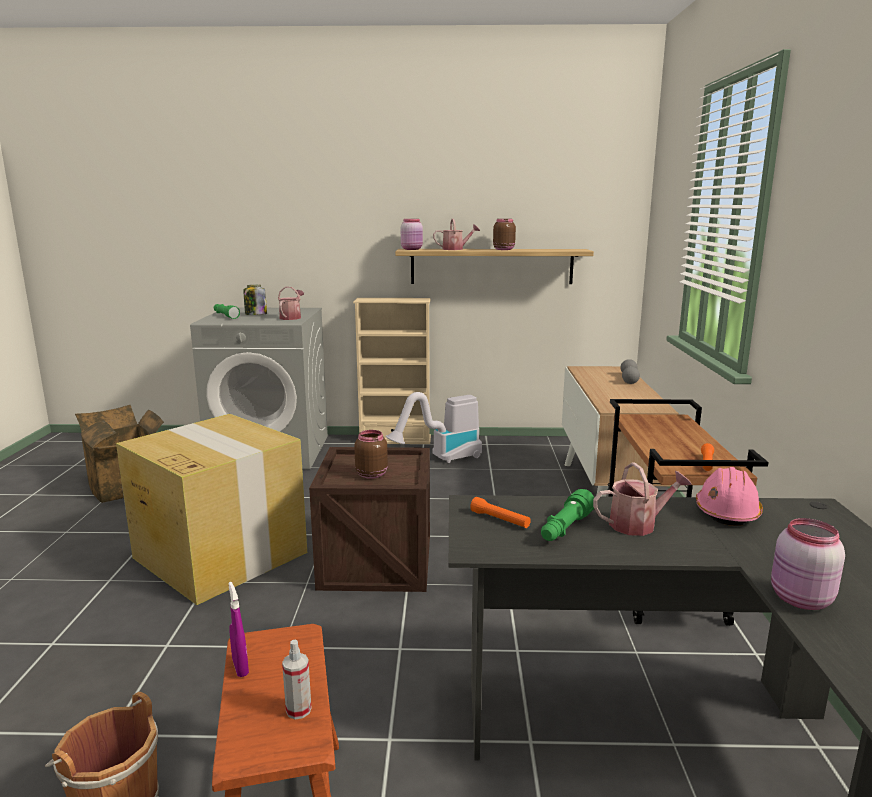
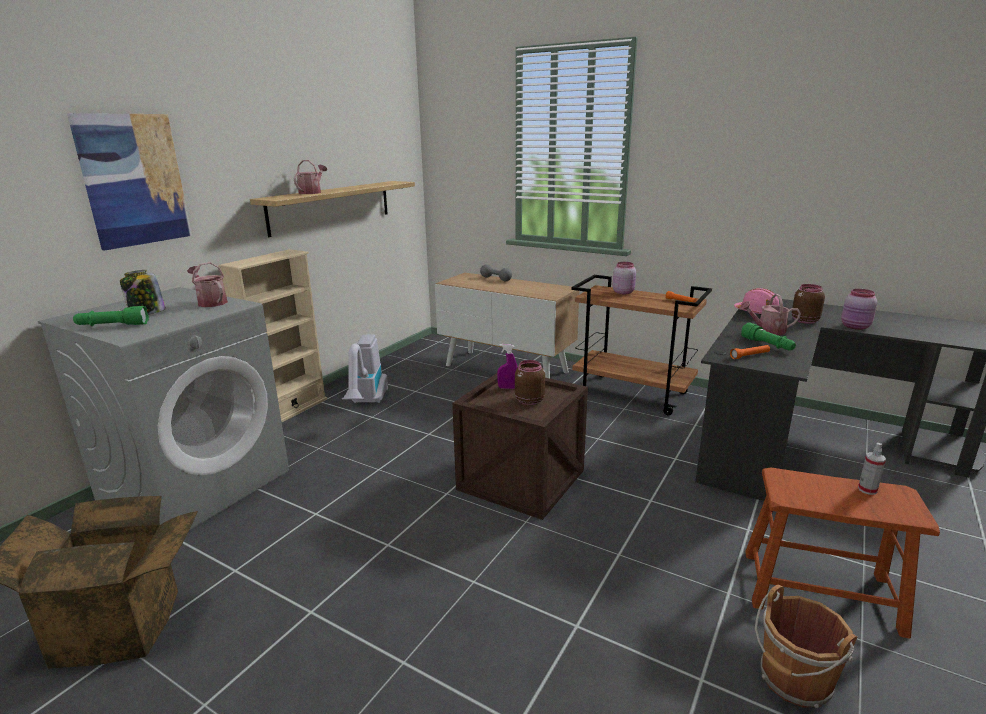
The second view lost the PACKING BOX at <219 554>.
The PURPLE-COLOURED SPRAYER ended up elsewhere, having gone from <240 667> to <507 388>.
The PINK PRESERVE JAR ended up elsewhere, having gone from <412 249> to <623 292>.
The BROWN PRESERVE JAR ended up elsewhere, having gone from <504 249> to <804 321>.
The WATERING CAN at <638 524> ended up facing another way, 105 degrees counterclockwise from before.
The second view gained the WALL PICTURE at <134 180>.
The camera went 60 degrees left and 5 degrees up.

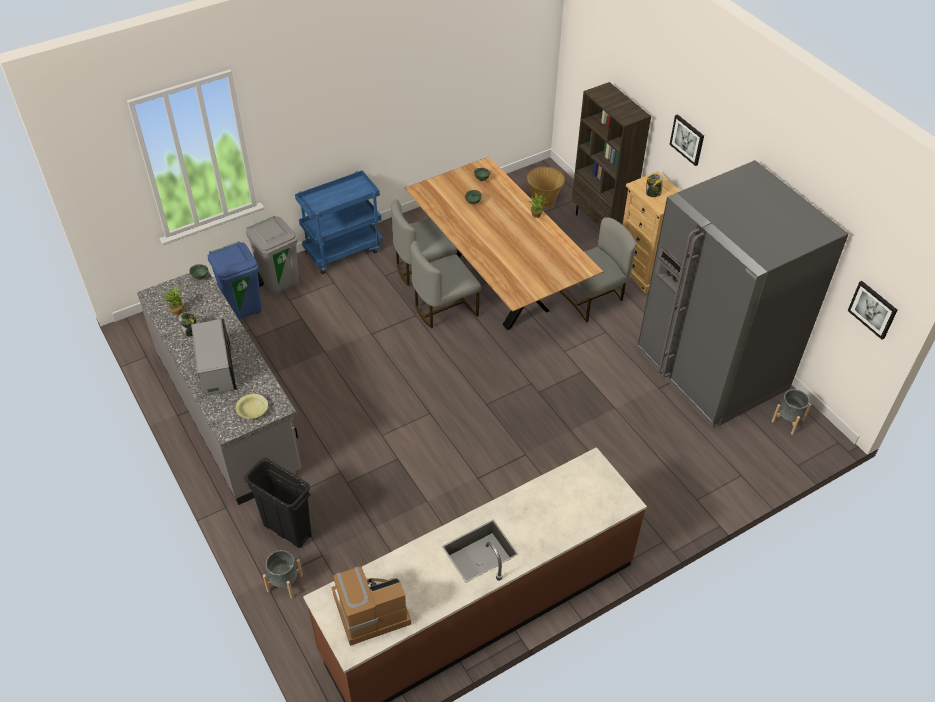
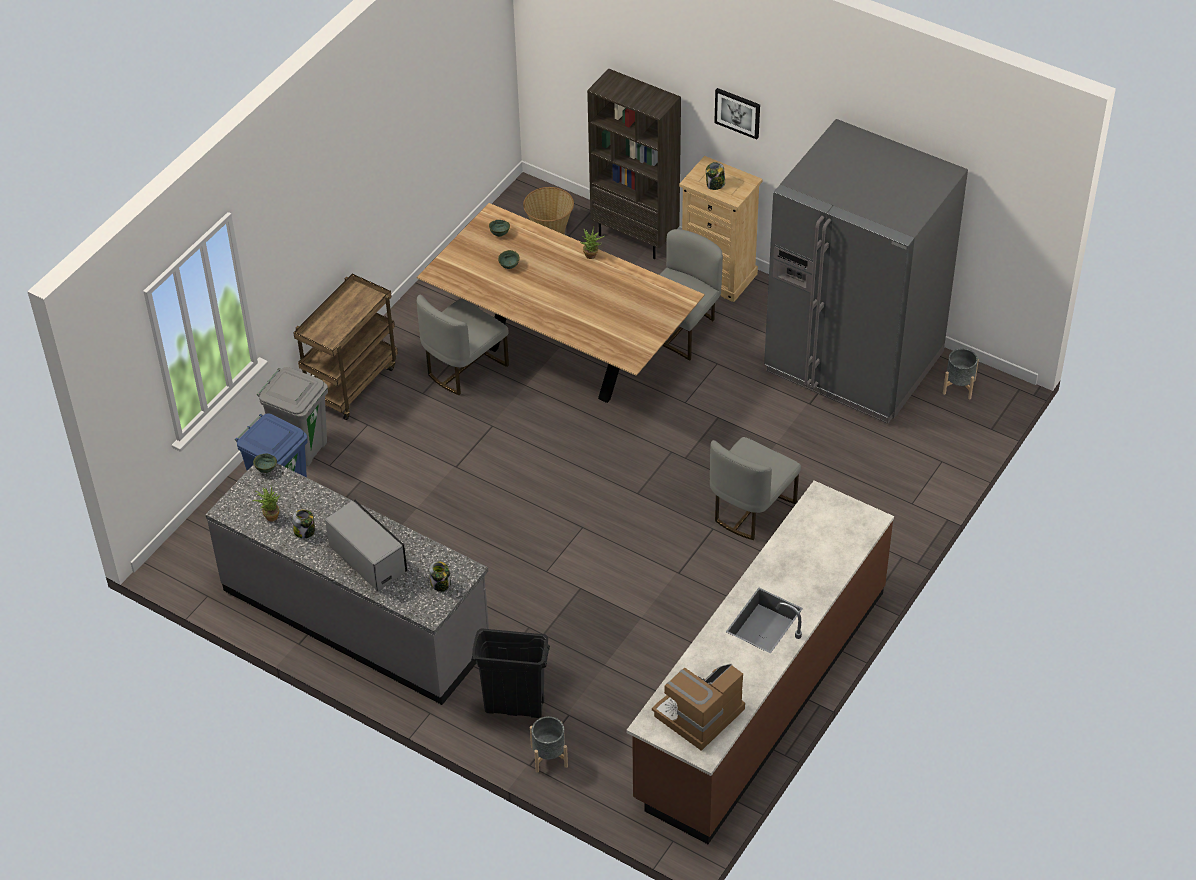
Where the YELLOW BOWL stood at <252 410>, the PRESERVE JAR came to stand at <441 584>.
What was the BLUISH CART at <343 251> turned into the BROWN CART at <351 382>.
The GREY PLAIN CHAIR ended up elsewhere, having gone from <444 309> to <750 509>.
The second view lost the WALL PICTURE at <873 309>.
The camera went 25 degrees left and 0 degrees up.

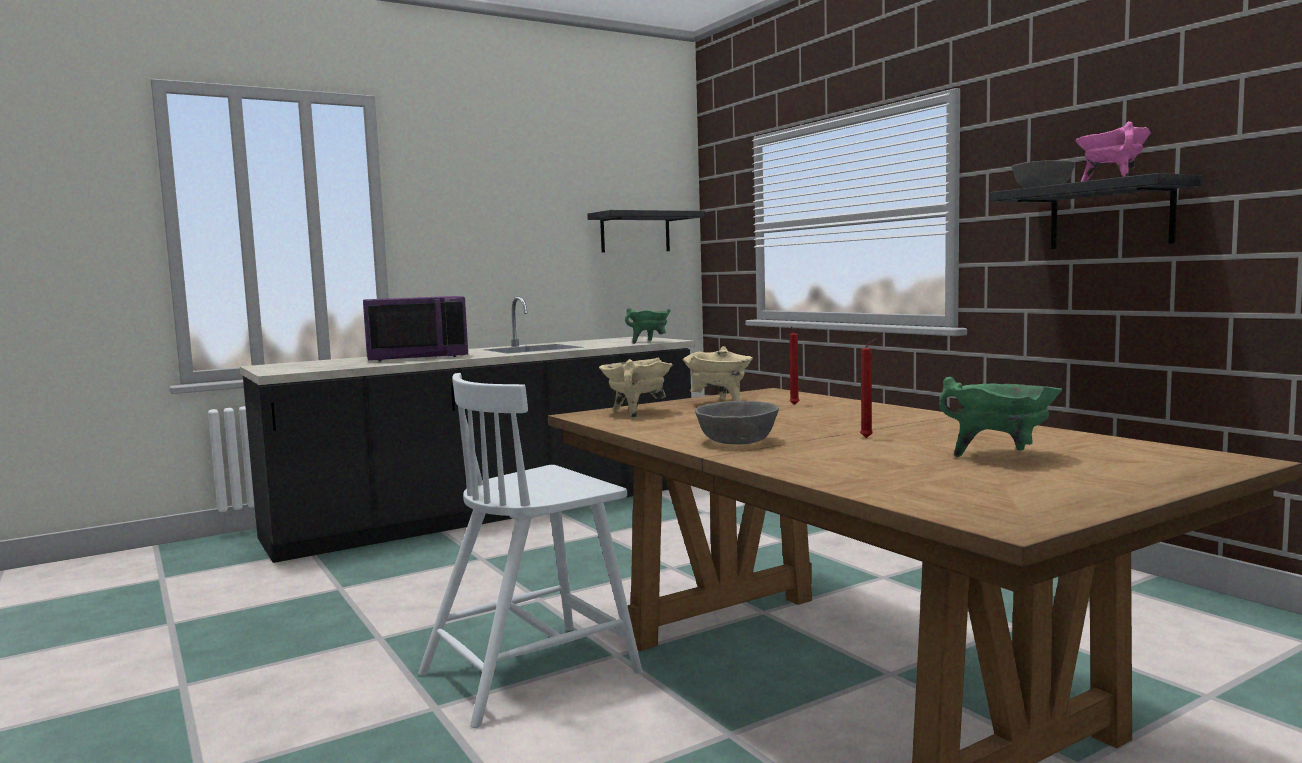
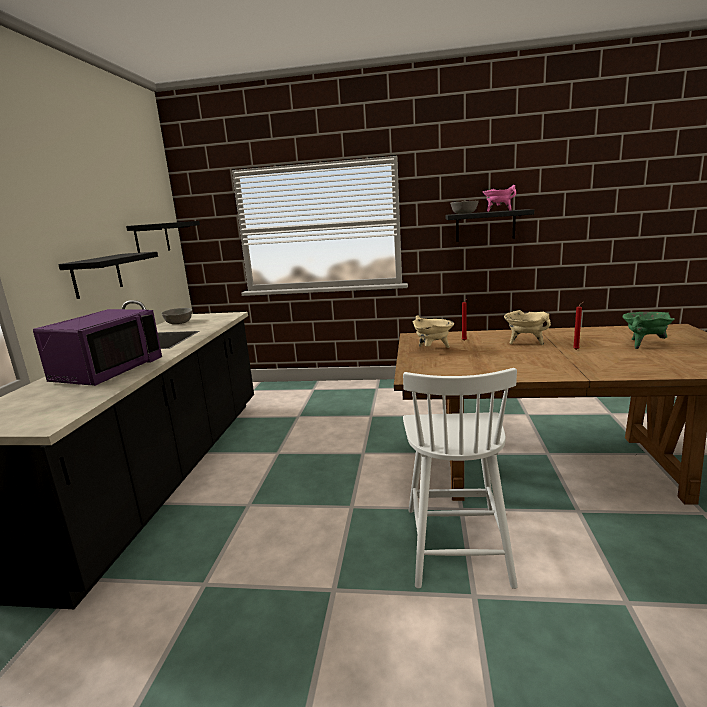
The BEIGE COOKING POT ended up elsewhere, having gone from <636 413> to <525 342>.
The second view lost the GREEN COOKING POT at <649 342>.
The GREY BOWL ended up elsewhere, having gone from <737 441> to <179 323>.
The second view gained the BLACKISH SHELF at <97 275>.
The camera went 50 degrees left and 10 degrees up.

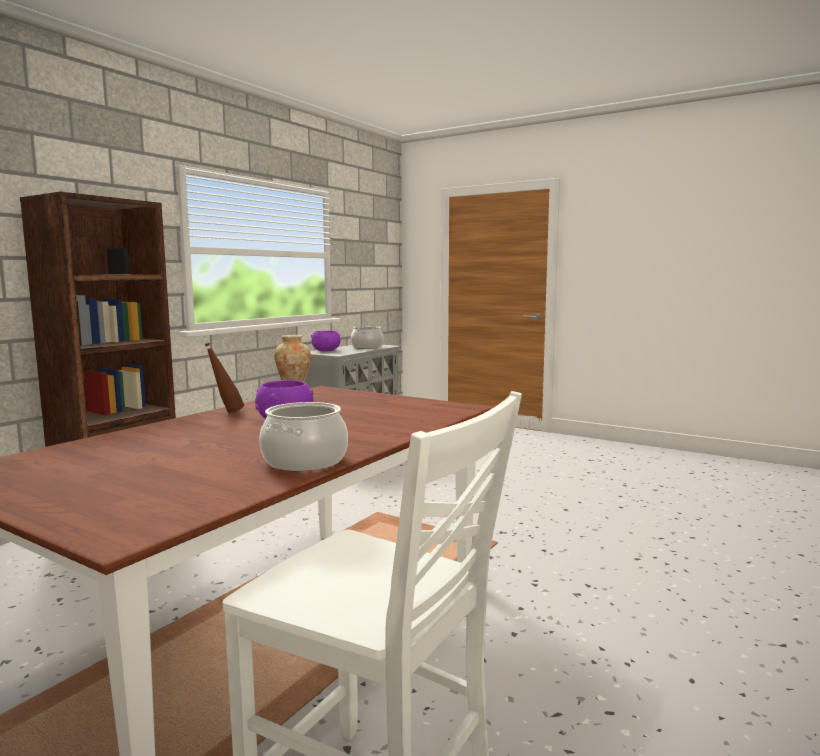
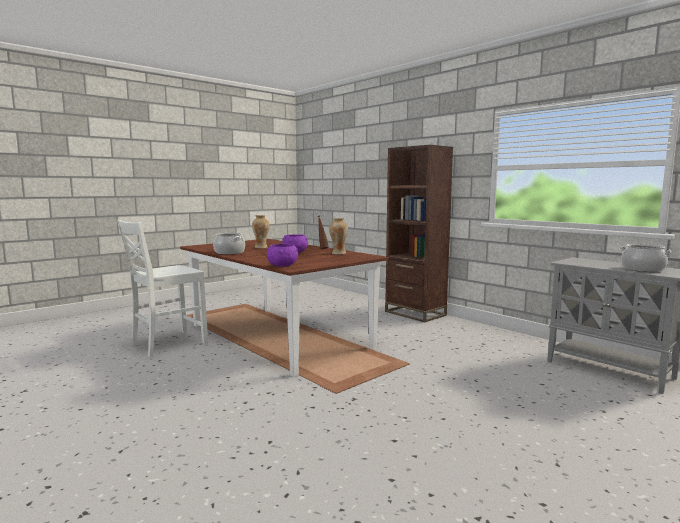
The PURPLE-COLOURED BOWL ended up elsewhere, having gone from <326 351> to <282 266>.
The second view gained the FLOWER VASE at <261 247>.
The camera went 105 degrees right and 0 degrees up.

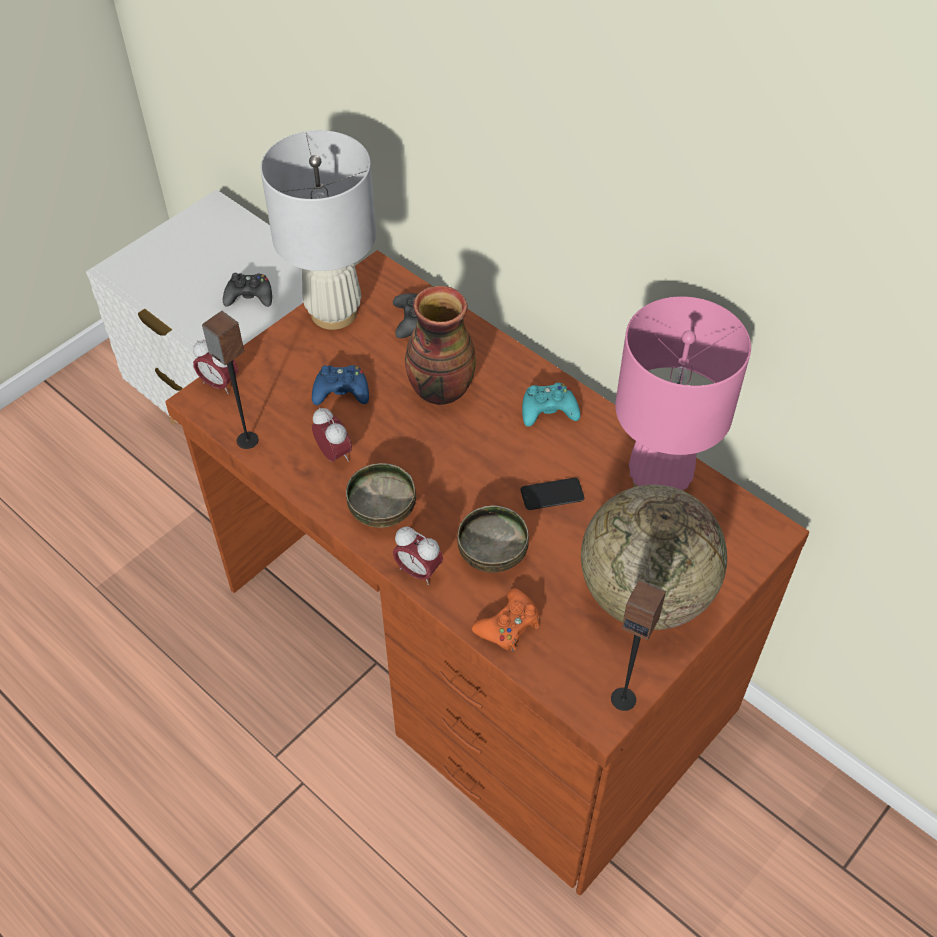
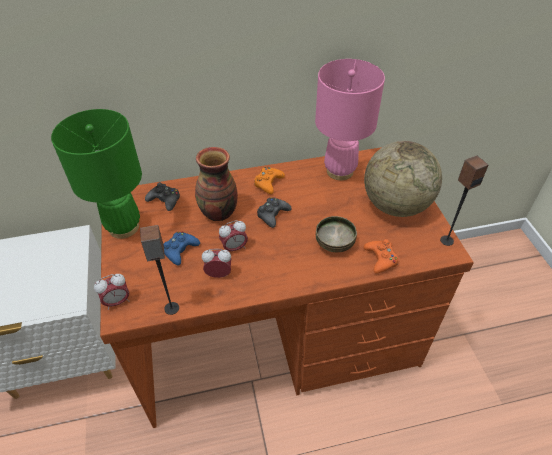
The BLACKISH GAMEPAD ended up elsewhere, having gone from <249 296> to <272 215>.
What was the WHITISH LAMP FOR A TABLE at <334 312> turned into the GREEN LAMP FOR A TABLE at <124 227>.
The second view lost the BOWL at <383 509>.
The TABLE CLOCK ended up elsewhere, having gone from <418 571> to <234 248>.
The second view lost the HANDSET at <552 494>.
What was the TURQUOISE-COLOURED GAMEPAD at <548 410> turned into the ORANGE-COLOURED GAMEPAD at <268 183>.
The camera went 55 degrees left and 5 degrees down.

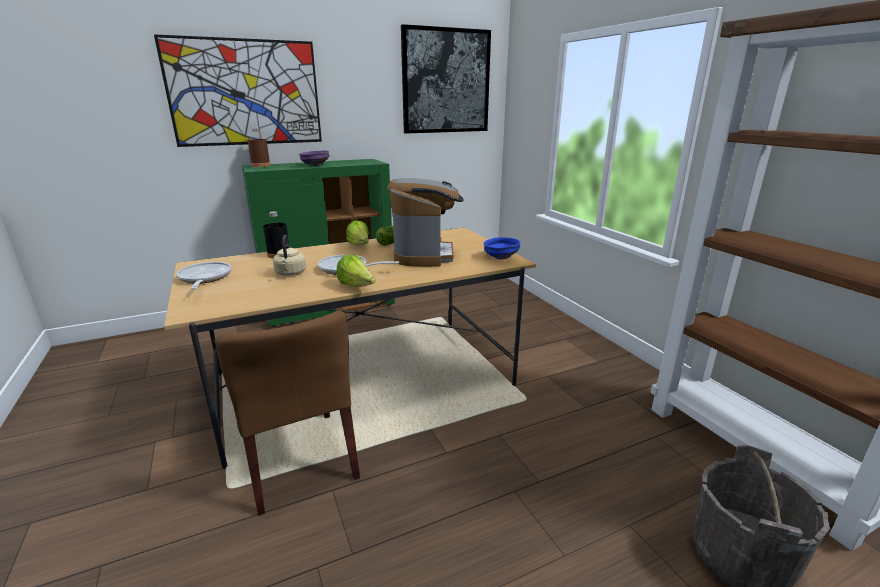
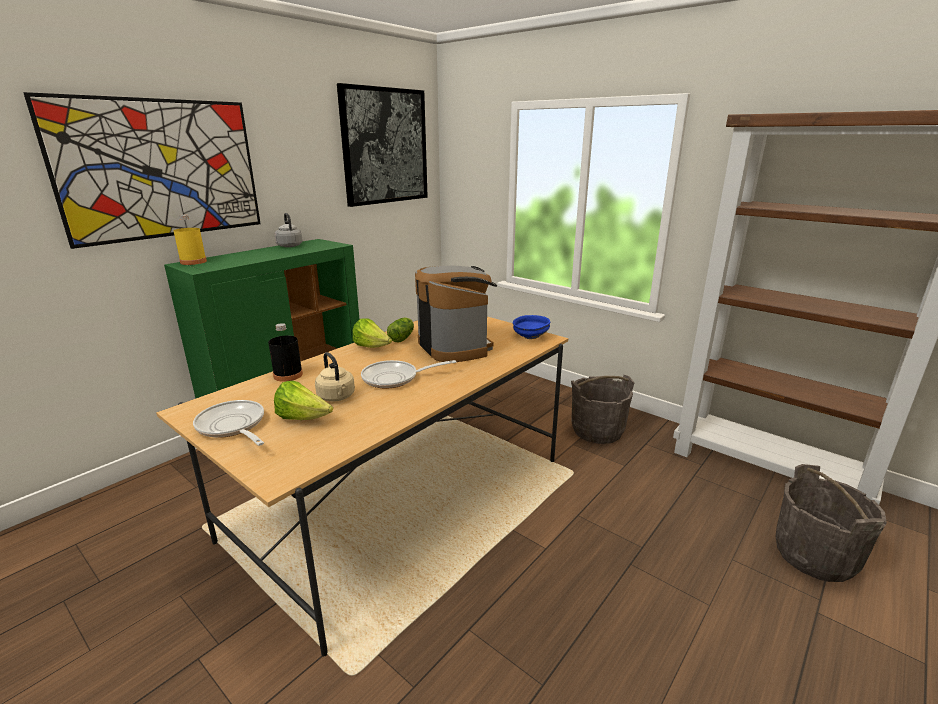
The second view lost the BROWN PLAIN CHAIR at <299 459>.
What was the BROWN BOTTLE at <260 165> turned into the YELLOW BOTTLE at <193 262>.
The second view lost the PURPLE-COLOURED BOWL at <315 165>.
The HEAD OF LETTUCE ended up elsewhere, having gone from <357 286> to <303 418>.
The second view gained the GREY WATER KETTLE at <289 245>.
The second view gained the GREY PAIL at <597 430>.
The camera went 25 degrees left and 0 degrees up.

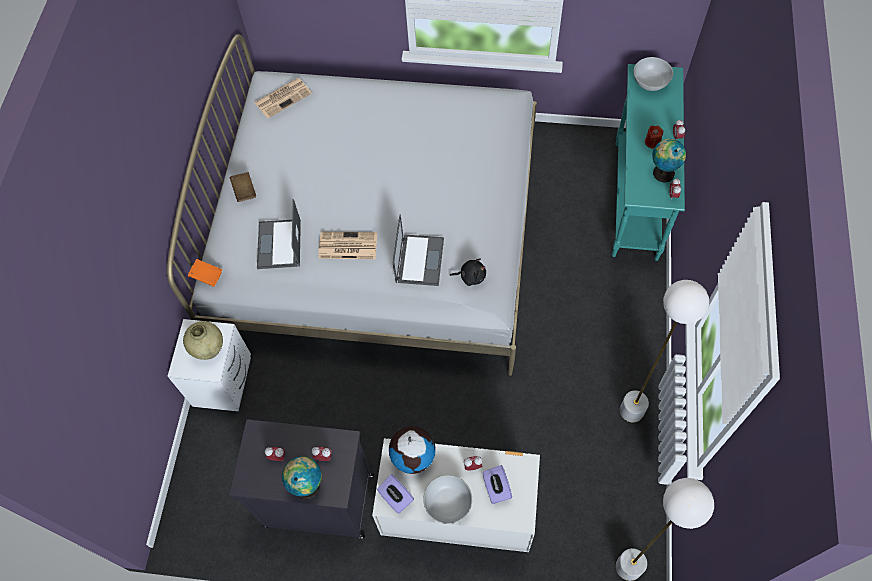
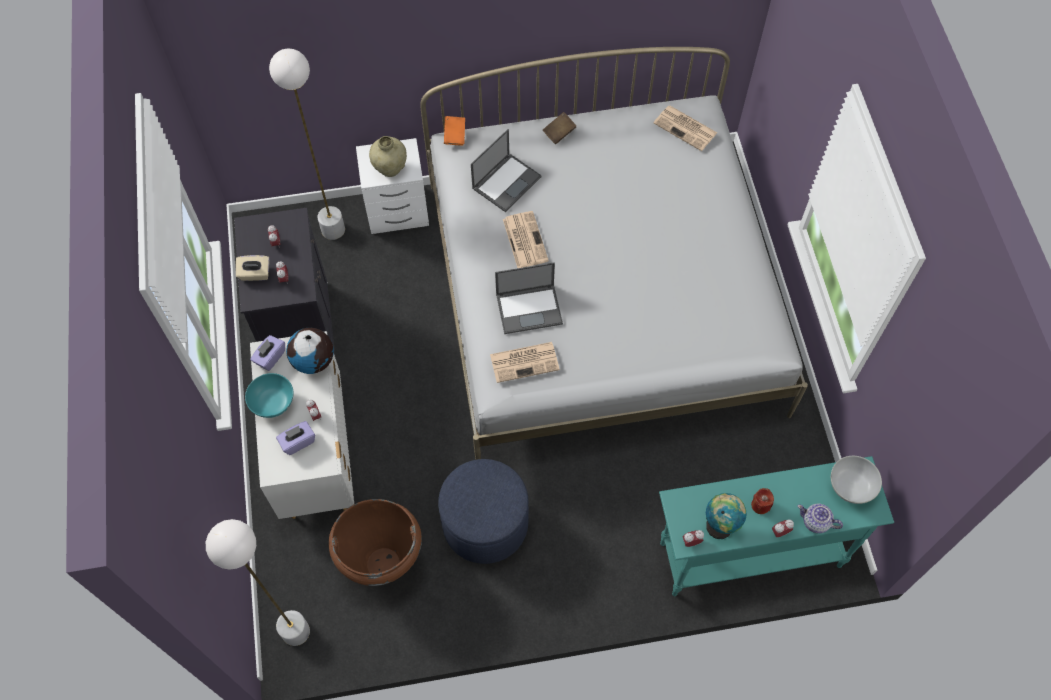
The NOTEBOOK COMPUTER at <279 245> ended up facing another way, 150 degrees clockwise from before.
Where the DESK GLOBE stood at <307 485>, the BEIGE TISSUE HOLDER came to stand at <255 274>.
What was the WHITISH BOWL at <448 504> turned into the TURQUOISE-COLOURED BOWL at <273 403>.
Where the BLACKISH SOFT TOY stood at <471 276>, the DAILY PAPER came to stand at <525 361>.
The WHITISH STANDARD LAMP ended up elsewhere, having gone from <632 410> to <333 230>.
The second view gained the BROWN FLOWER VASE at <384 564>.
The second view gained the BLUISH FOOTREST at <485 523>.
The second view gained the TEA POT at <816 522>.
The camera went 70 degrees right and 0 degrees up.

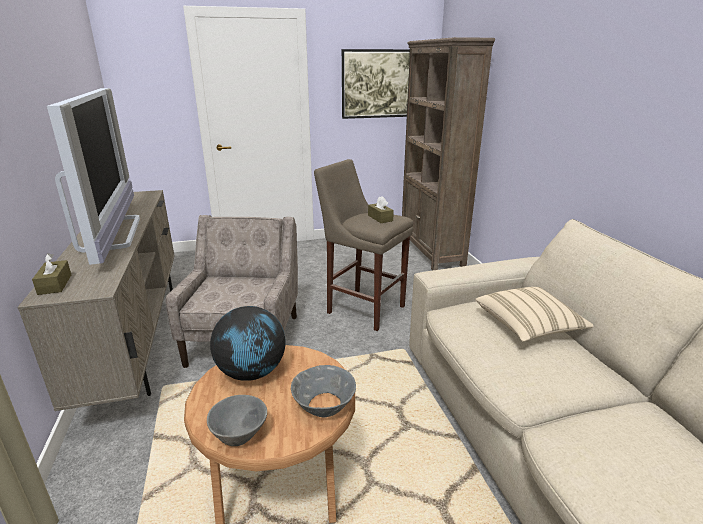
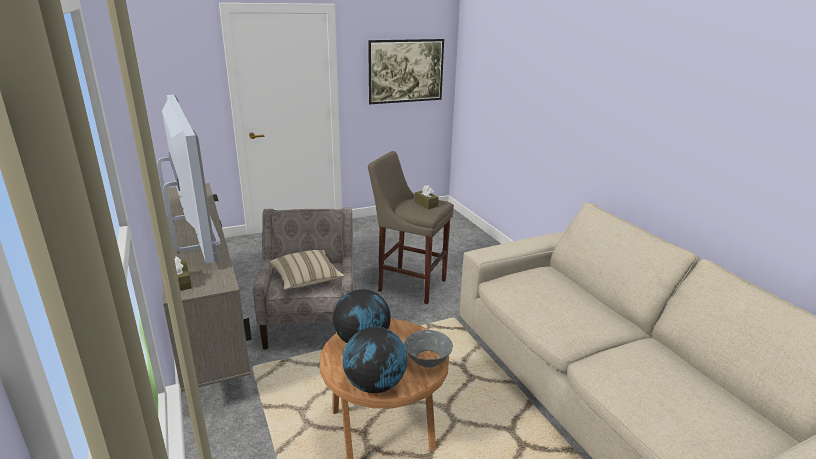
Where the GREY BOWL stood at <241 435>, the DESK GLOBE came to stand at <375 385>.
The second view lost the BROWN BOOKSHELF at <431 251>.
The BEIGE THROW PILLOW ended up elsewhere, having gone from <528 327> to <306 279>.
The camera went 10 degrees left and 0 degrees up.

